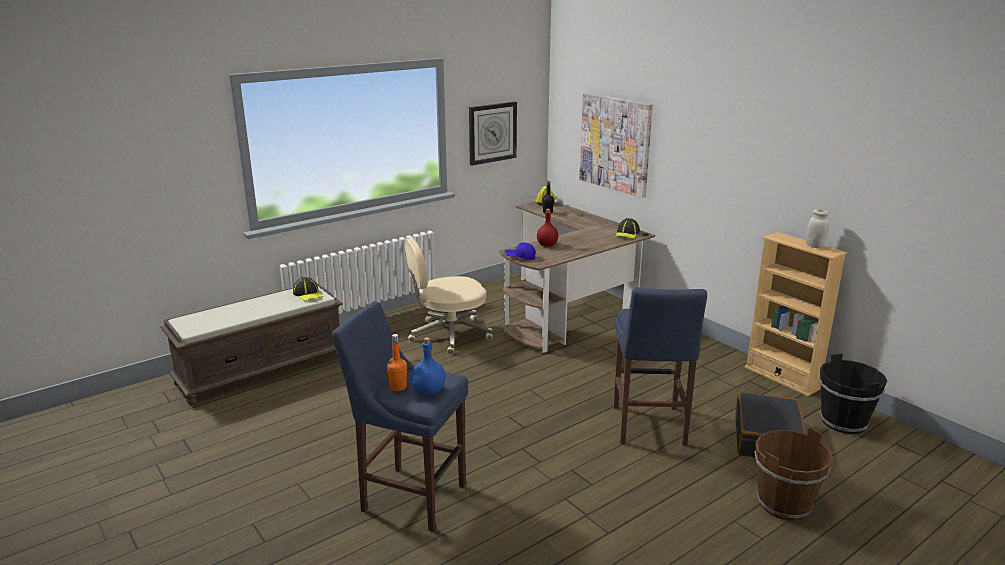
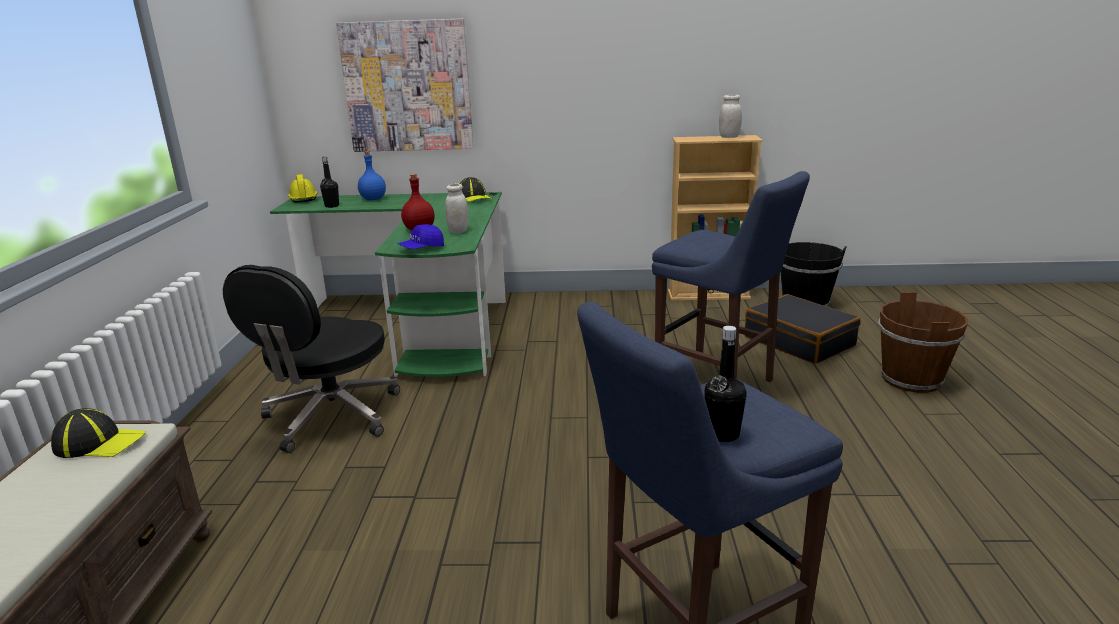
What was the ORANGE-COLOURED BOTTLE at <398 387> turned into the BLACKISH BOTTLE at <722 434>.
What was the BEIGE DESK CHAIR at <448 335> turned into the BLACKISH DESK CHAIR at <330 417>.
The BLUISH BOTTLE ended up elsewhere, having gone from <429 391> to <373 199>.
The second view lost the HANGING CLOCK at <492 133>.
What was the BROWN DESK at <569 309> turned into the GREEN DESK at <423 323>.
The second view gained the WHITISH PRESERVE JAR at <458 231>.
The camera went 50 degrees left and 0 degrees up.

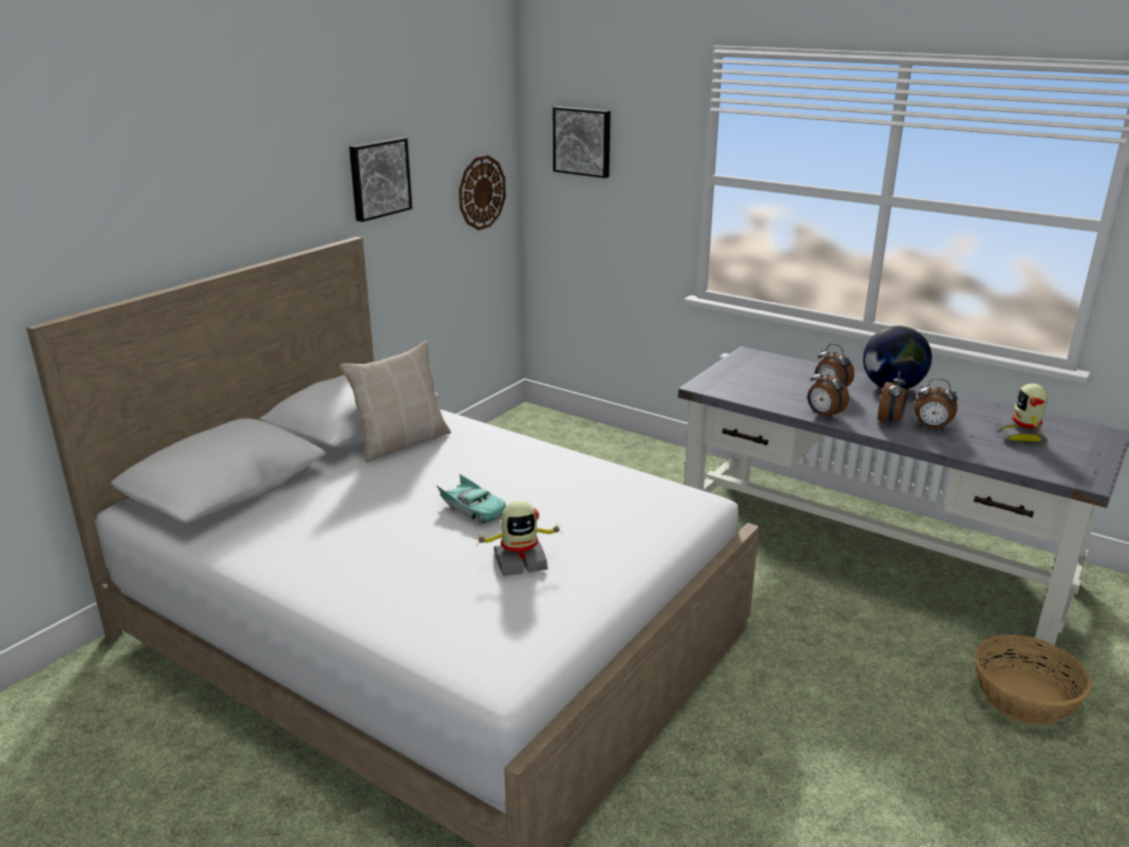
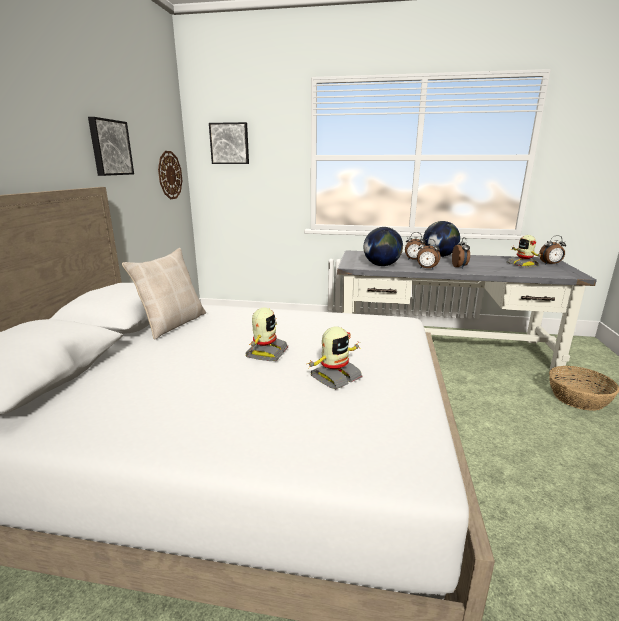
Where the TURQUOISE-COLOURED TOY CAR stood at <473 510>, the MODEL ROBOT came to stand at <266 353>.
The TABLE CLOCK ended up elsewhere, having gone from <931 428> to <550 264>.
The second view gained the DESK GLOBE at <381 265>.
The camera went 25 degrees left and 5 degrees down.

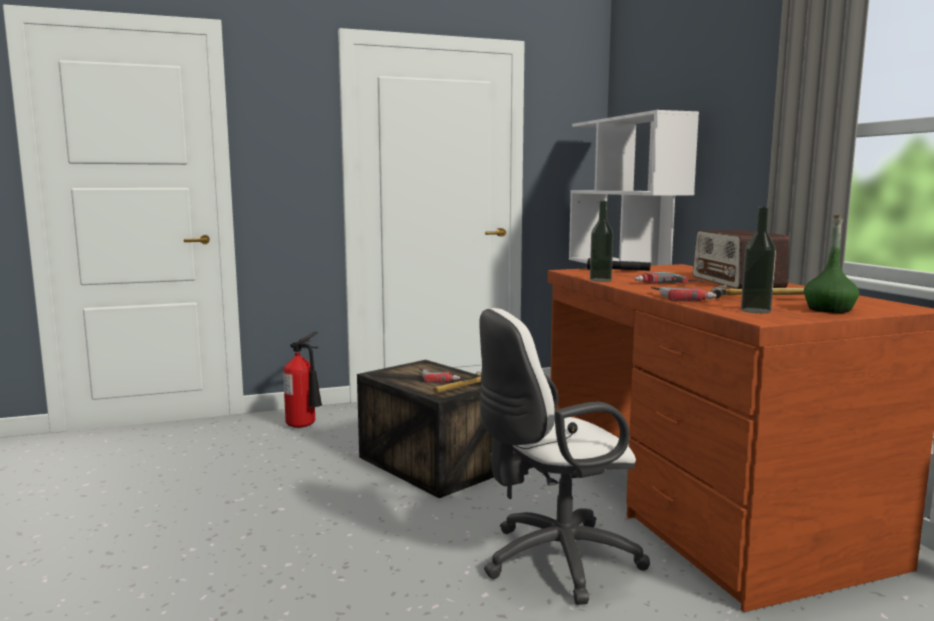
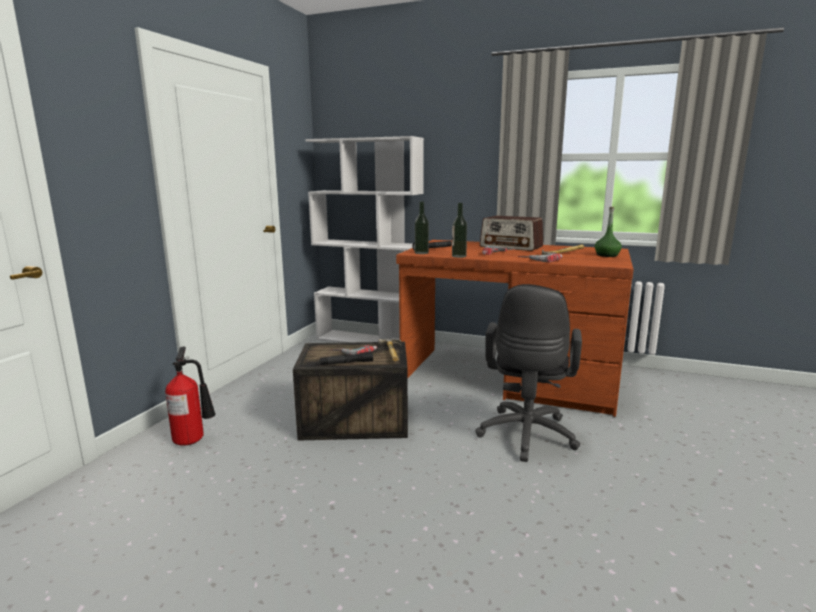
What was the WHITISH DESK CHAIR at <553 561> turned into the BLACKISH DESK CHAIR at <526 437>.
The BOTTLE ended up elsewhere, having gone from <755 310> to <421 253>.
The second view gained the BLACKISH FLASHLIGHT at <346 363>.
The camera went 50 degrees left and 5 degrees up.

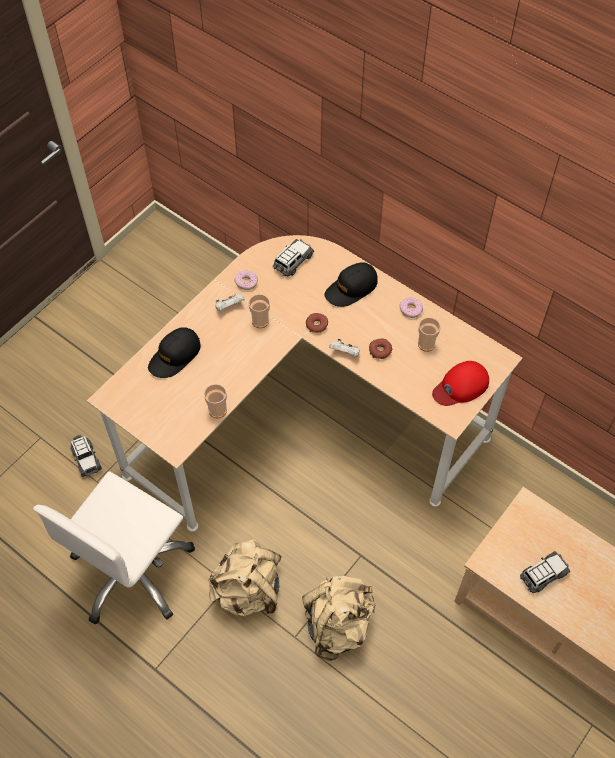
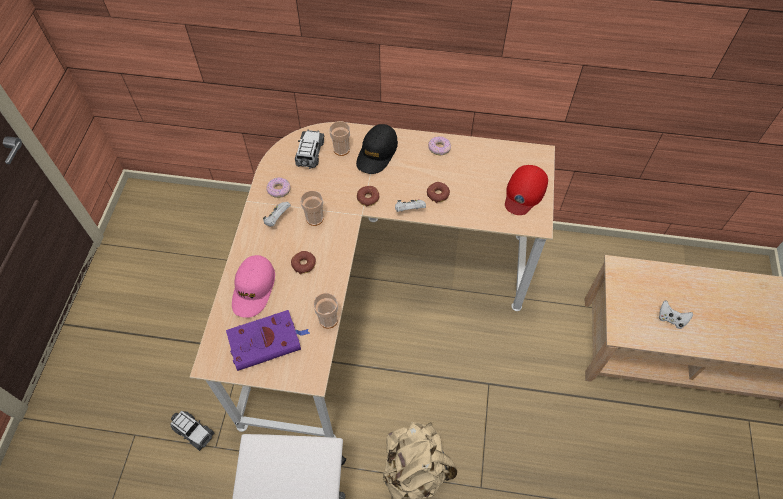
What was the BLACKISH BASEBALL CAP at <175 356> turned into the PINK BASEBALL CAP at <253 289>.
The second view lost the BEIGE BACKPACK at <338 624>.
The DRINKING CUP ended up elsewhere, having gone from <426 344> to <341 149>.
Where the TOY CAR stood at <543 575>, the WHITISH GAMEPAD came to stand at <671 319>.
The second view gained the PURPLE-COLOURED BOUND BOOK at <266 341>.
The second view gained the DONUT at <304 264>.
The camera went 30 degrees left and 0 degrees up.

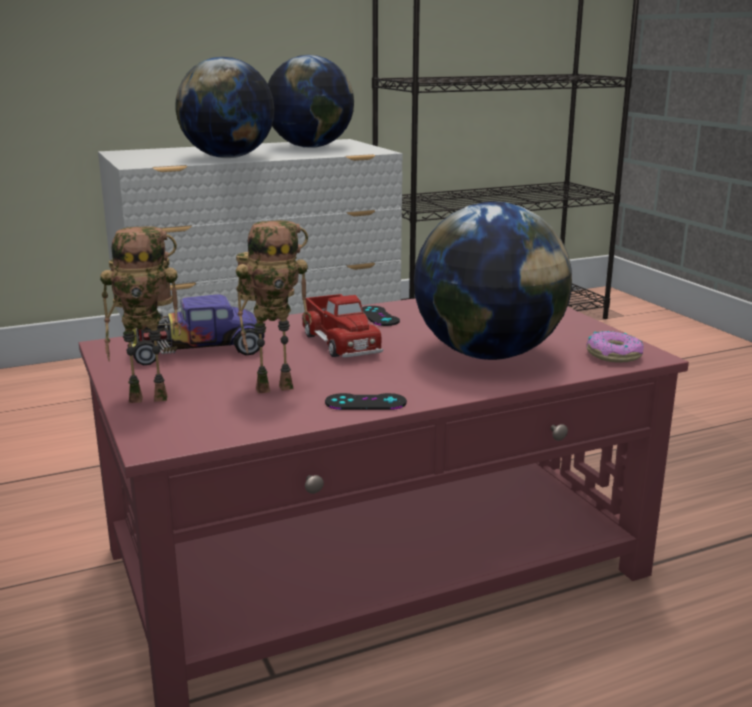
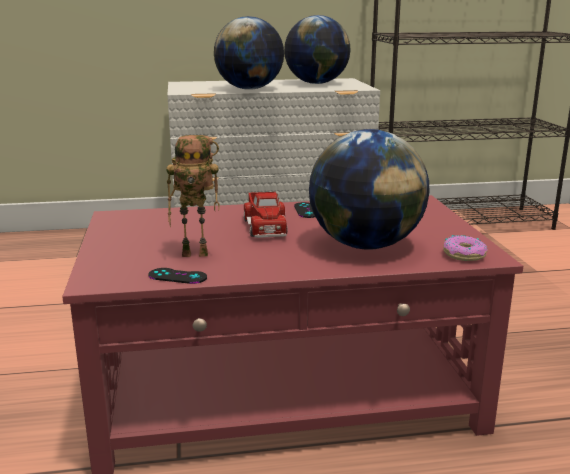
The second view lost the MODEL ROBOT at <151 397>.
The second view lost the TOY CAR at <196 349>.
The BLACKISH GAMEPAD ended up elsewhere, having gone from <365 402> to <177 276>.
The camera went 15 degrees right and 0 degrees up.

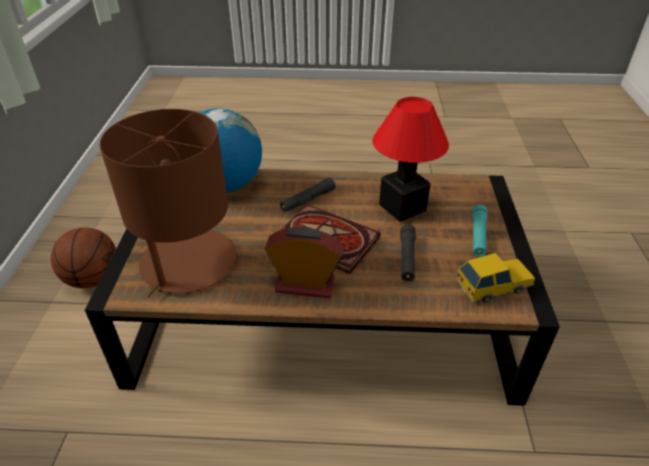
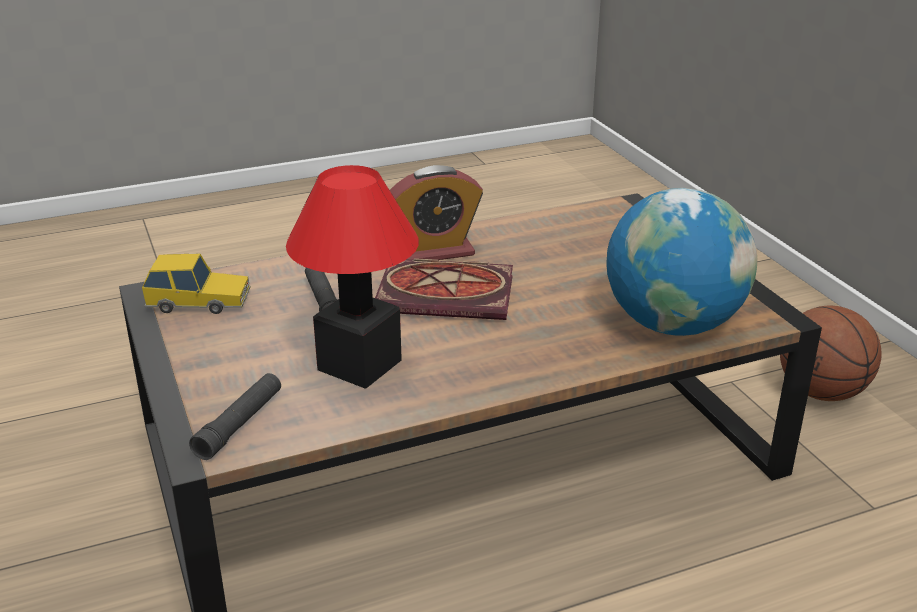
The second view lost the BROWN LAMP FOR A TABLE at <187 262>.
The BLACKISH FLASHLIGHT ended up elsewhere, having gone from <308 200> to <240 424>.
The TOY CAR at <493 285> ended up facing another way, 135 degrees counterclockwise from before.
The second view lost the TURQUOISE-COLOURED FLASHLIGHT at <478 236>.
The camera went 155 degrees right and 10 degrees down.

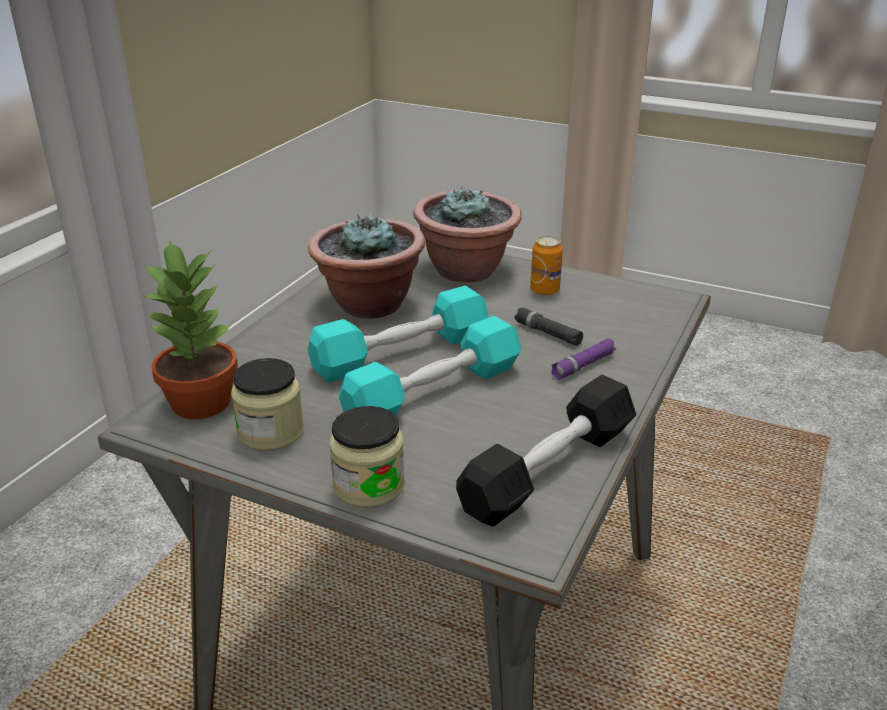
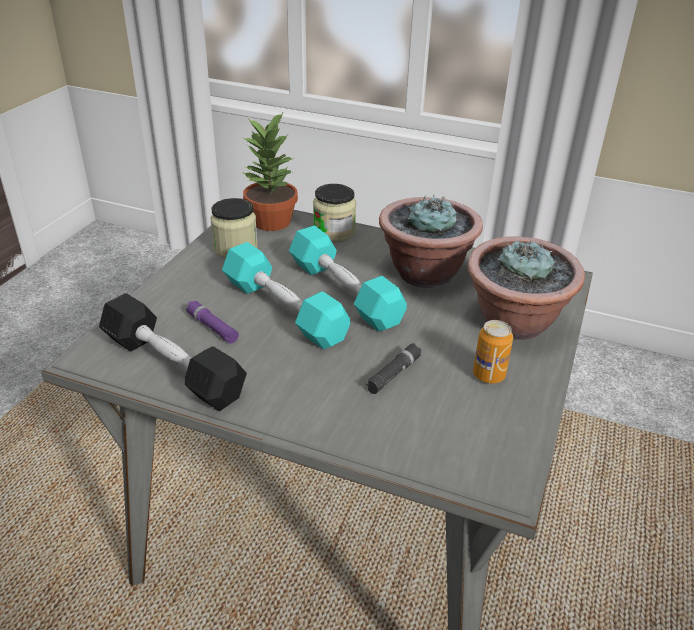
The PRESERVE JAR ended up elsewhere, having gone from <369 486> to <334 232>.
The PURPLE-COLOURED FLASHLIGHT ended up elsewhere, having gone from <583 365> to <212 327>.
The camera went 85 degrees right and 5 degrees up.

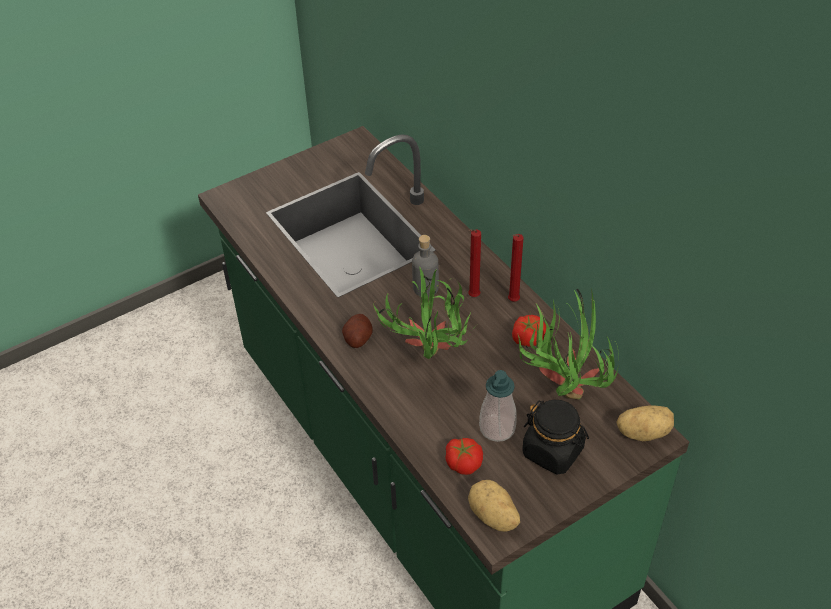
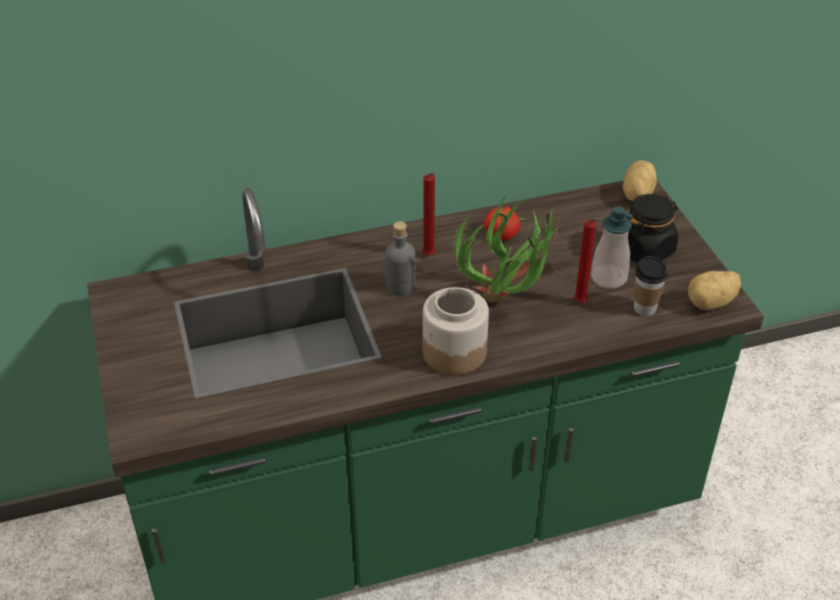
Where the WHOLE POTATO stood at <357 338>, the PRESERVE JAR came to stand at <454 352>.
Where the FRESH TOMATO stood at <463 462>, the DRINKING CUP came to stand at <645 308>.
The RED-COLOURED CANDLE ended up elsewhere, having gone from <512 301> to <581 303>.
The second view lost the HOUSEPLANT at <561 390>.
The camera went 75 degrees left and 5 degrees down.

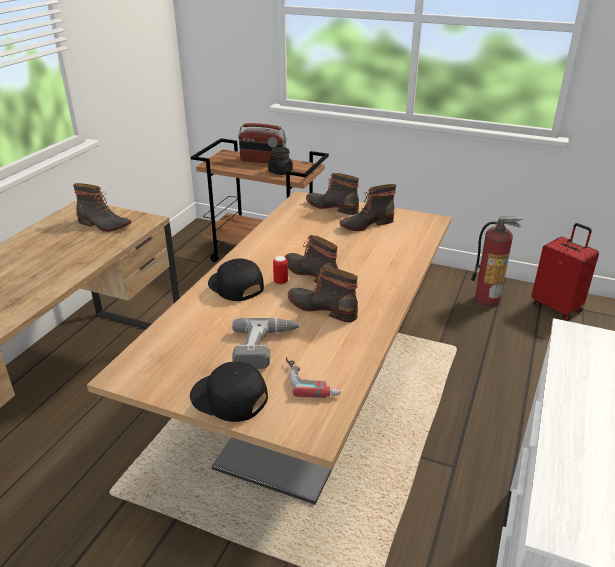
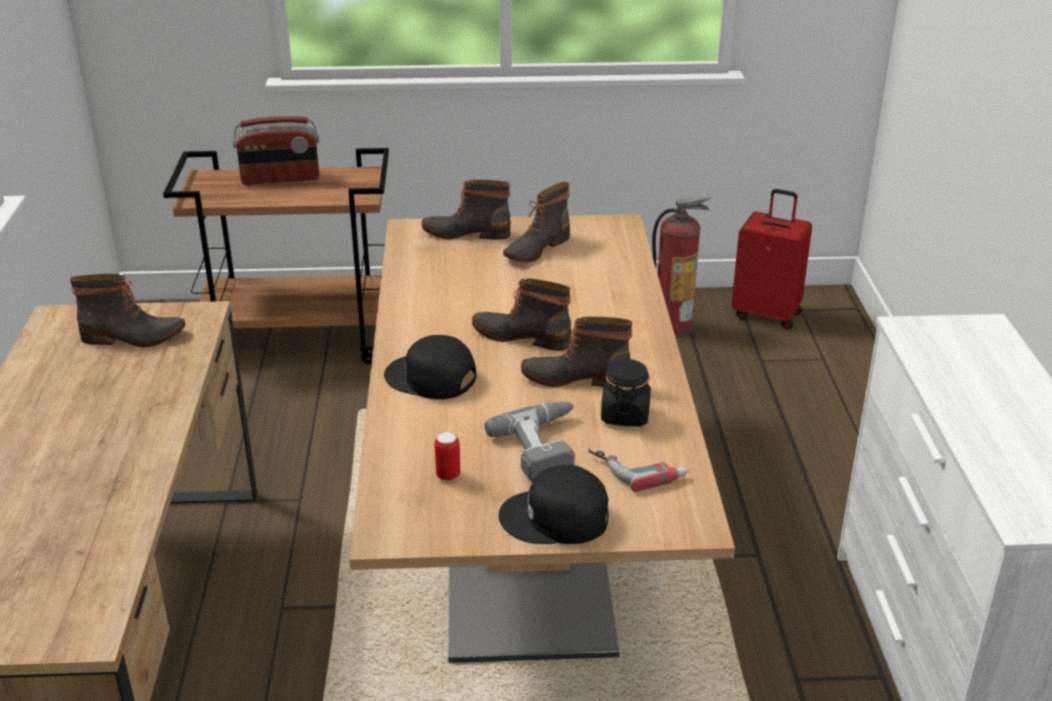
The BLACKISH PRESERVE JAR ended up elsewhere, having gone from <280 171> to <625 415>.
The CAN ended up elsewhere, having gone from <280 282> to <448 475>.
The camera went 25 degrees left and 0 degrees up.

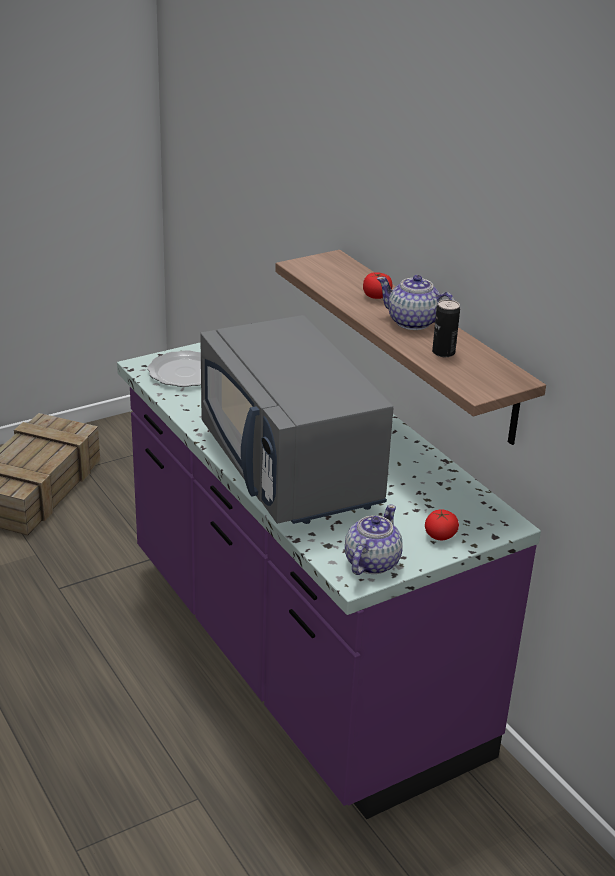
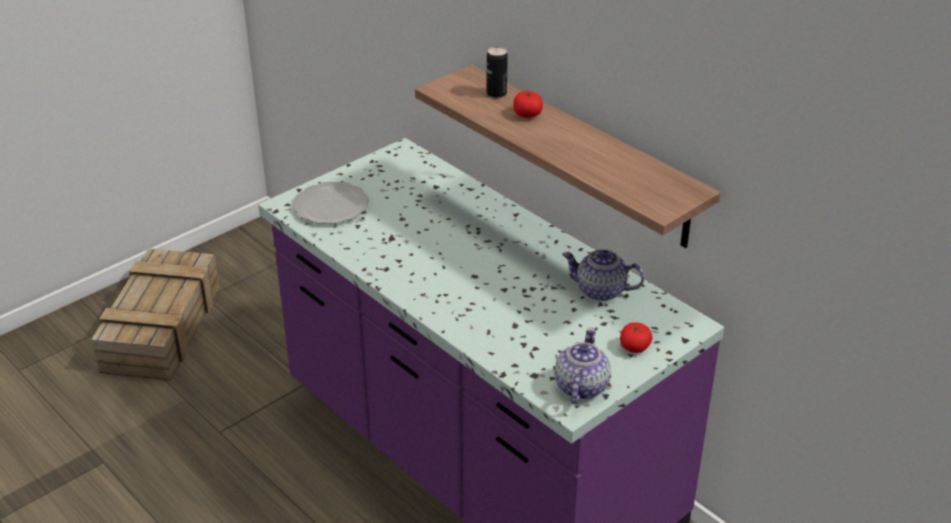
The second view lost the GREY MICROWAVE OVEN at <291 469>.
The TEA POT ended up elsewhere, having gone from <413 323> to <601 291>.
The CAN ended up elsewhere, having gone from <443 352> to <496 93>.
The camera went 10 degrees left and 5 degrees up.

